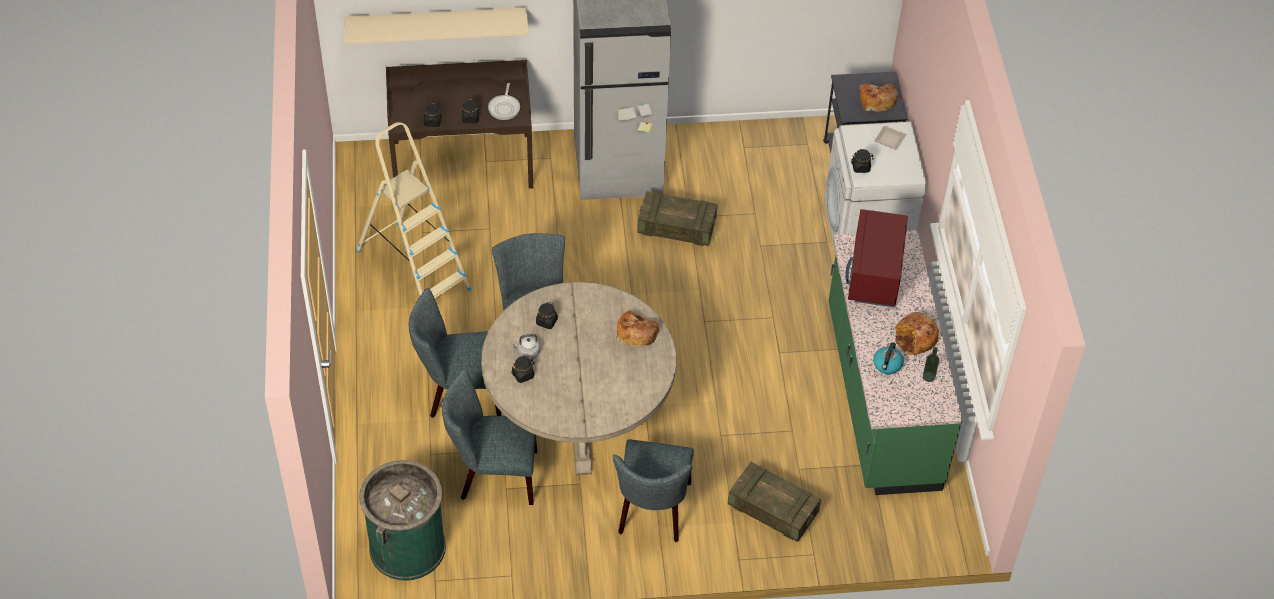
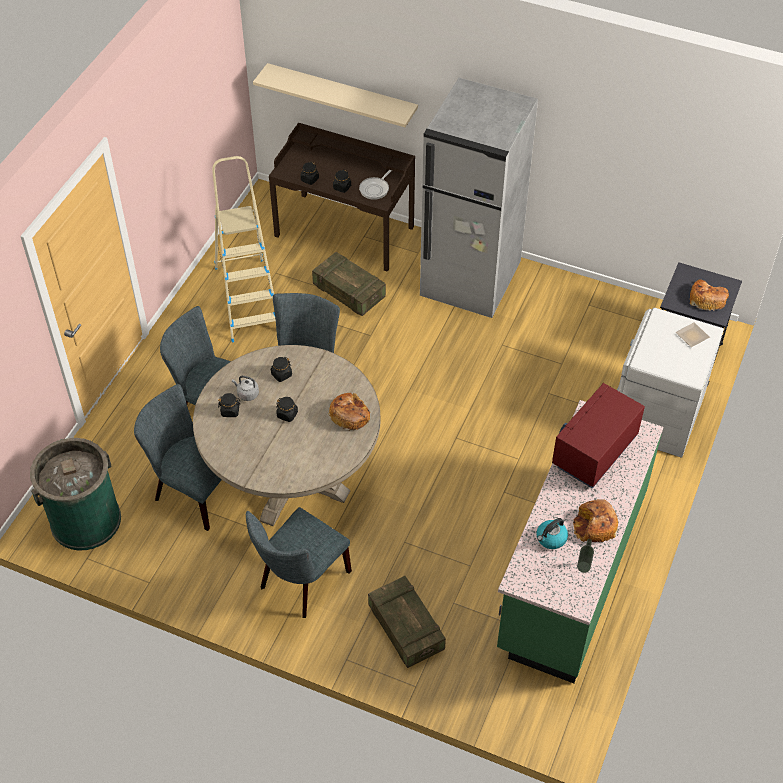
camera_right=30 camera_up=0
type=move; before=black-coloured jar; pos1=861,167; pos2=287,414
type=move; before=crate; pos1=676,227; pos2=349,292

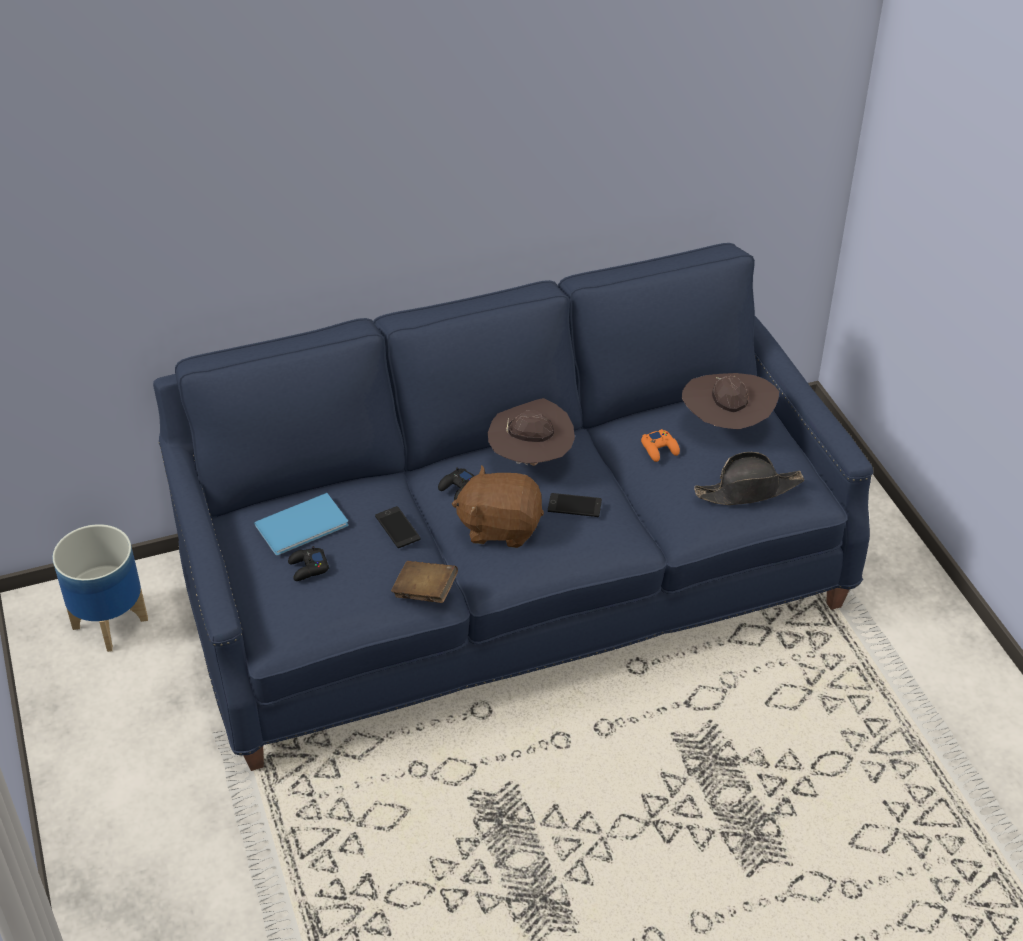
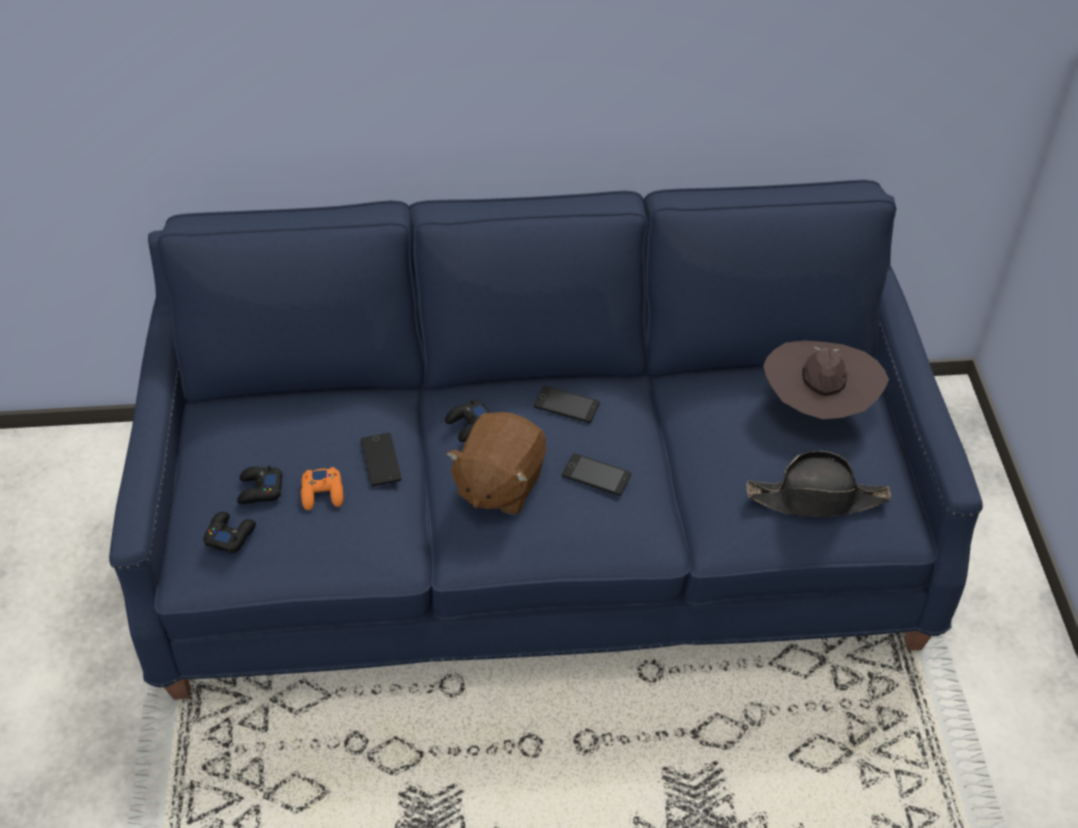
camera_right=15 camera_up=5
type=replace; before=brown clothing hat; after=telephone; pos1=531,459; pos2=566,405
type=move; before=orange gamepad; pos1=660,449; pos2=323,493
type=rotate; before=brown plush toy; pos1=500,527; pos2=499,484; turn=-90
type=delete; before=bluish bound book; pos1=305,526
type=delete; before=plant pot; pos1=111,622
type=delete; before=brown bound book; pos1=425,592
type=insert; after=black-coloured gamepad; pos2=230,535

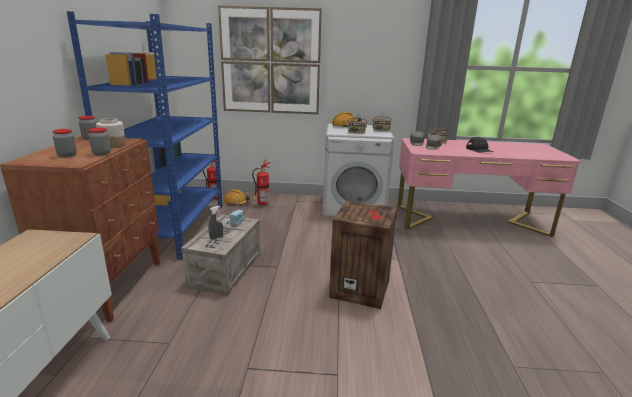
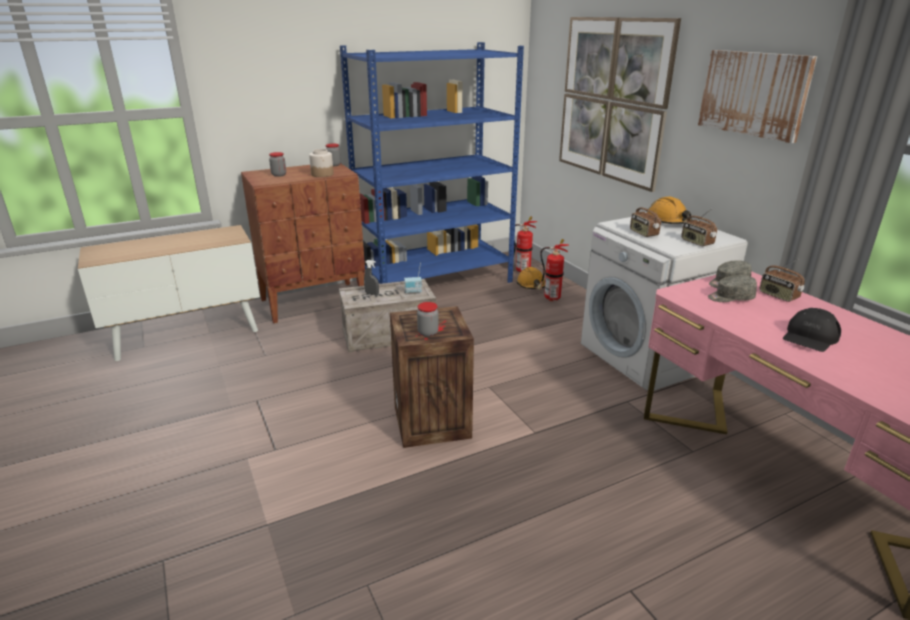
camera_right=60 camera_up=5
type=move; before=jar; pos1=101,153; pos2=428,333
type=insert; after=wall art; pos2=753,94

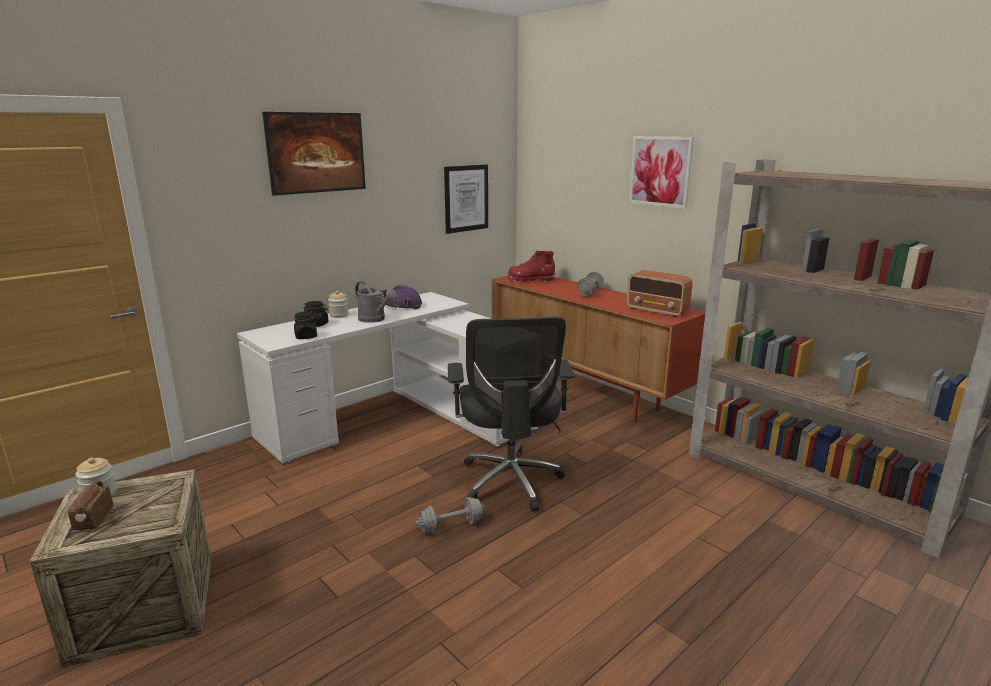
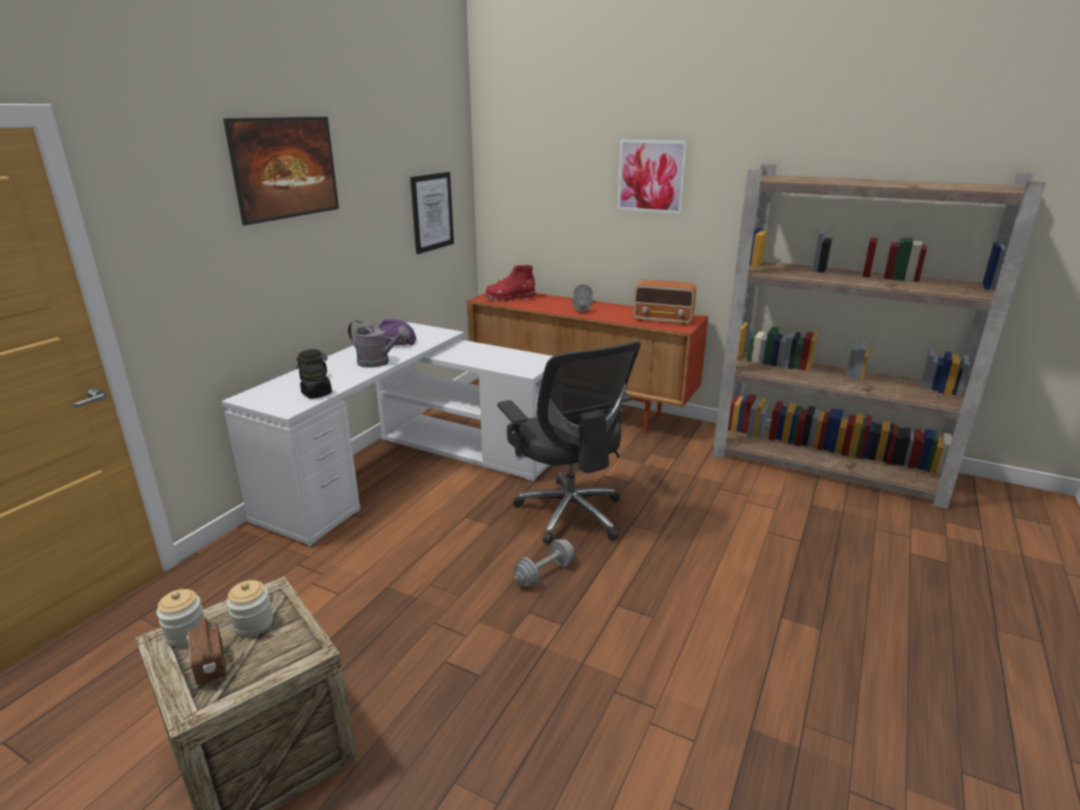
camera_right=-20 camera_up=5
type=move; before=jar; pos1=339,315; pos2=253,624

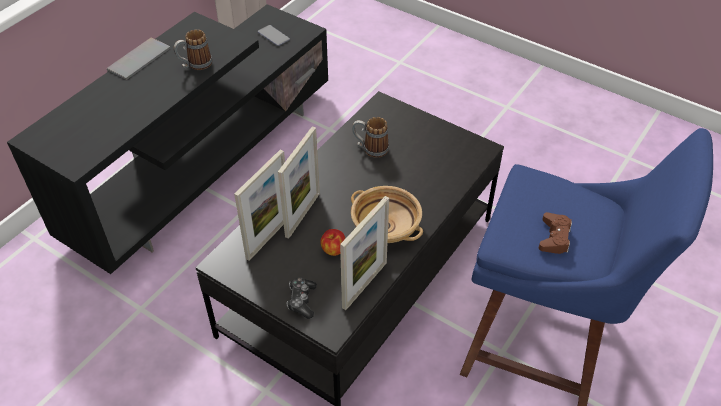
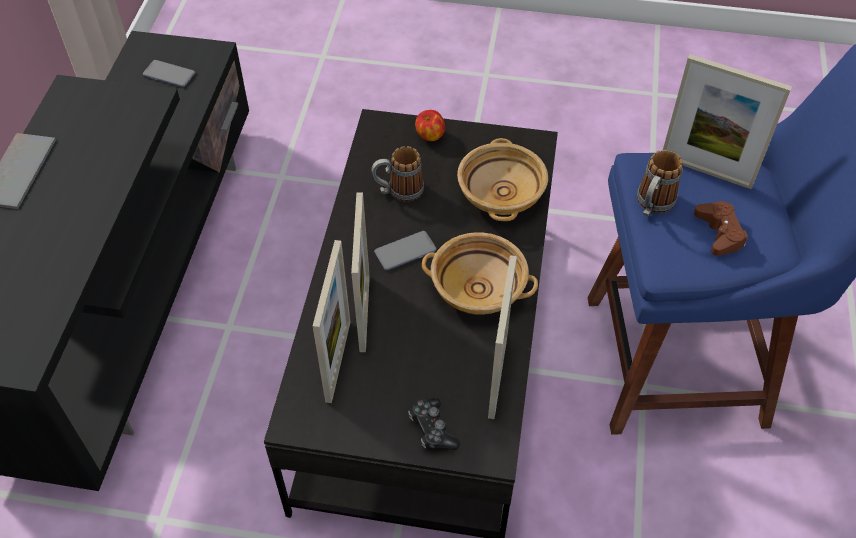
camera_right=-25 camera_up=5
type=move; before=tea mug; pos1=195,65; pos2=652,205
type=move; before=apple fruit; pos1=333,250; pos2=429,136
type=insert; after=picture frame; pos2=706,171
type=insert; after=sand-coloured bowl; pos2=500,193
type=insert; after=telephone; pos2=405,251

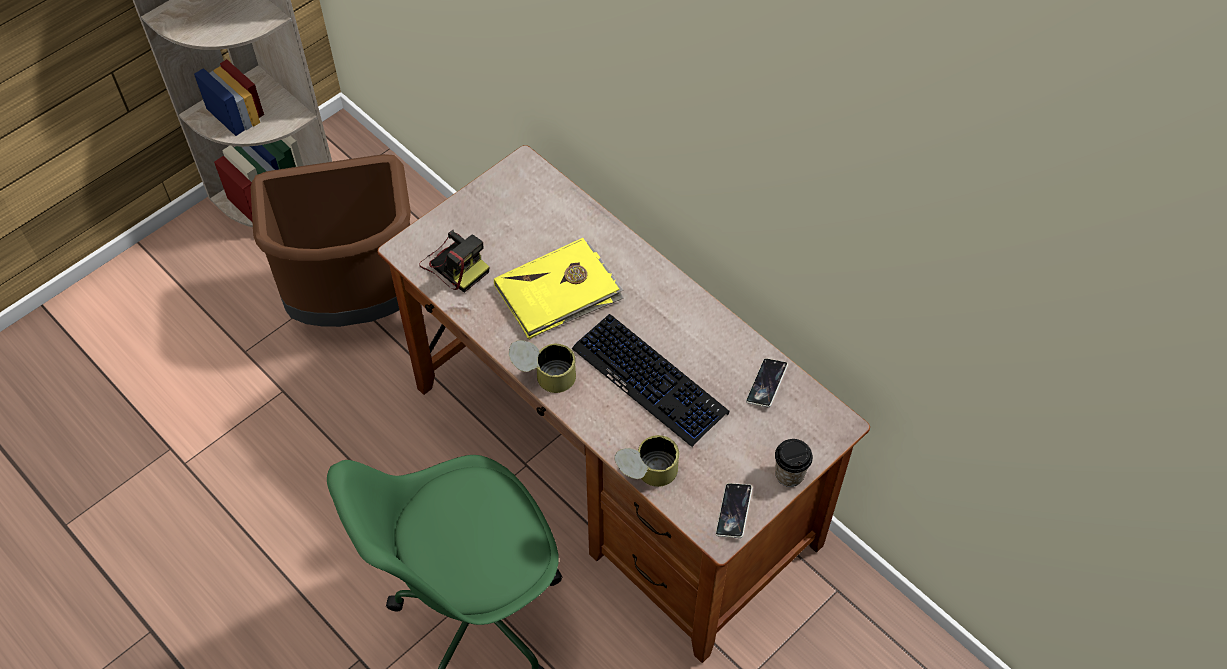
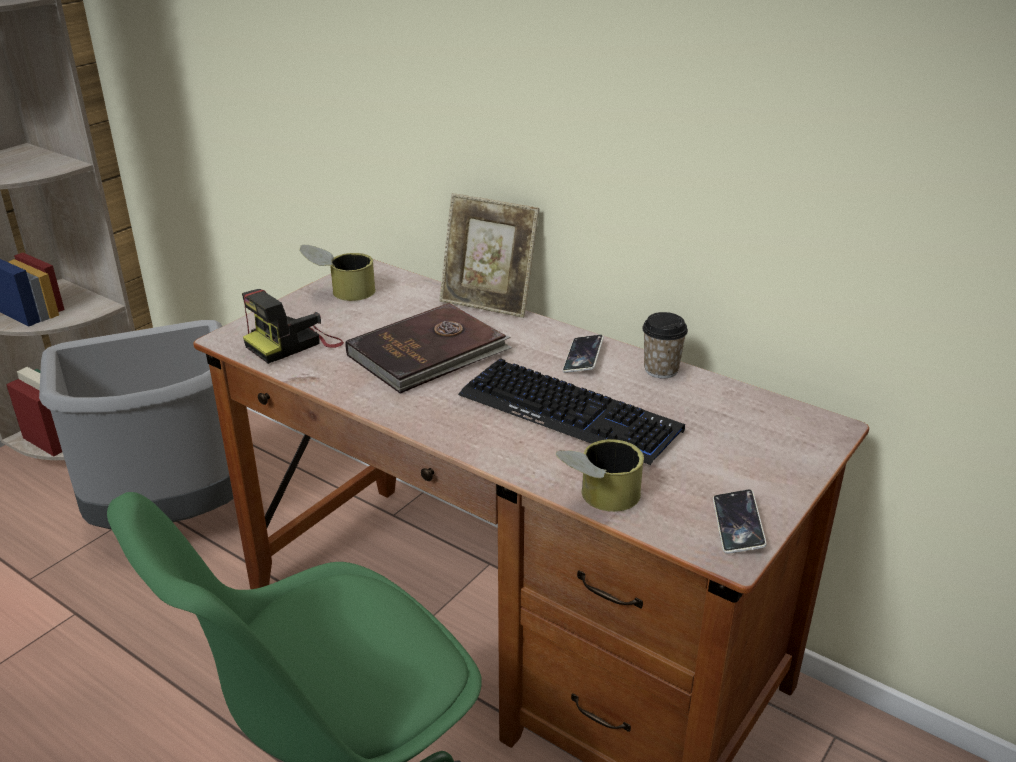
camera_right=-10 camera_up=-25
type=recolor; before=brown rubbish bin; after=grey rubbish bin; pos1=356,299; pos2=173,515
type=rotate; before=still camera; pos1=455,264; pos2=294,343; turn=105
type=recolor; before=yellow bound book; after=brown bound book; pos1=559,292; pos2=429,353
type=move; before=sealed can; pos1=544,376; pos2=340,292
type=move; before=telephone; pos1=766,384; pos2=583,357
type=move; before=drinking cup; pos1=789,474; pos2=661,370
type=insert; after=picture frame; pos2=488,302

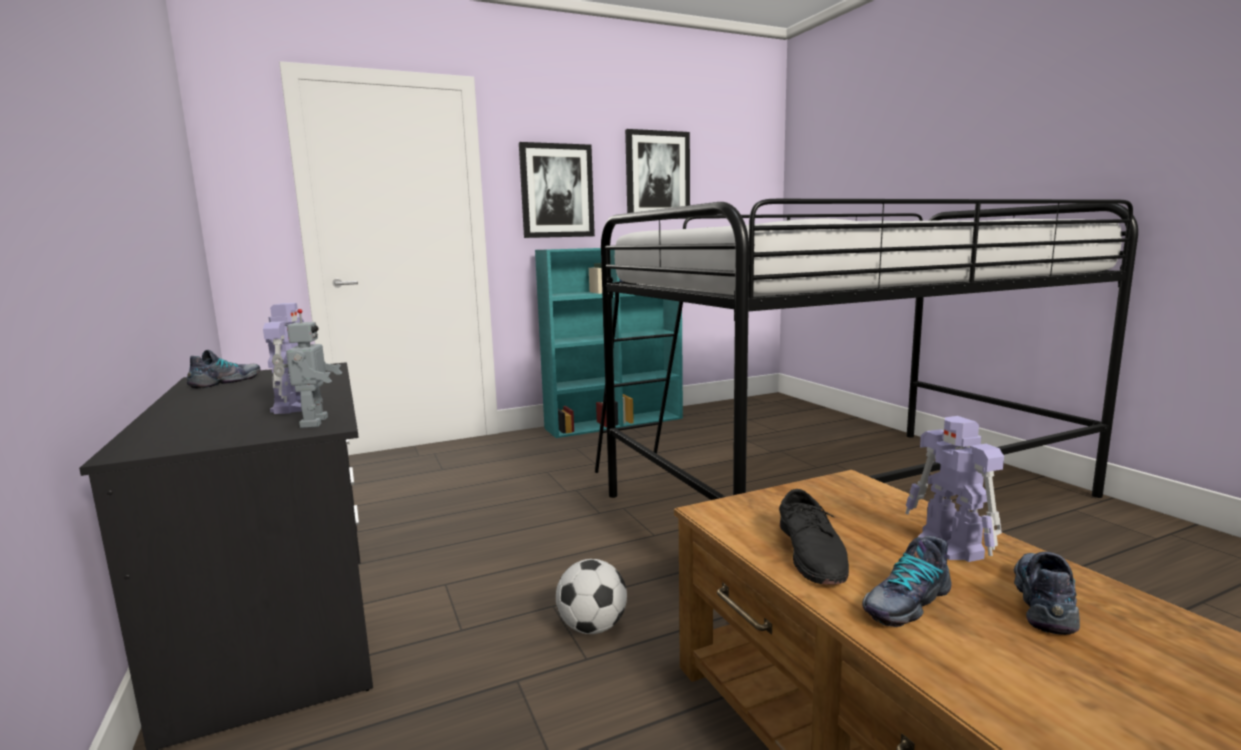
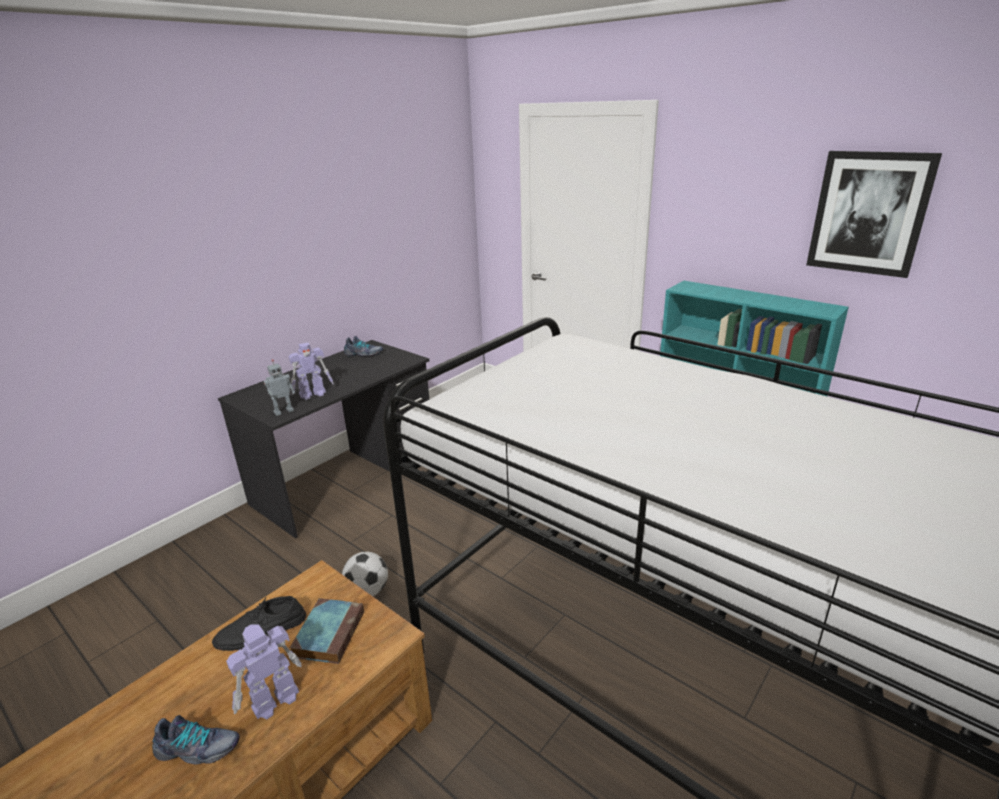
camera_right=65 camera_up=15
type=delete; before=wall art; pos1=557,191
type=delete; before=shoe; pos1=905,602
type=insert; after=bound book; pos2=329,633

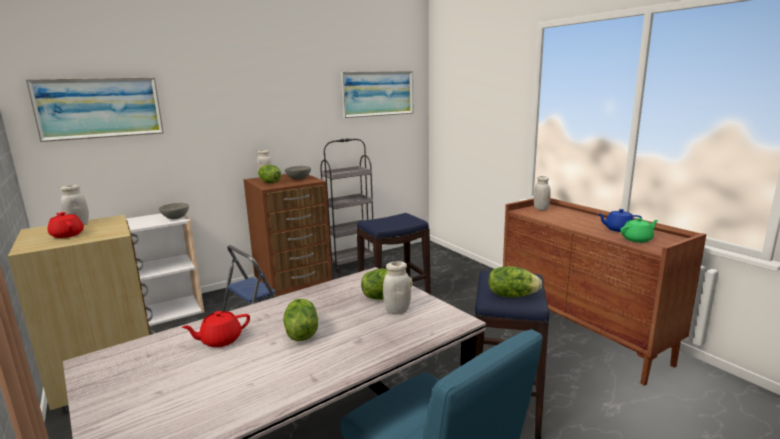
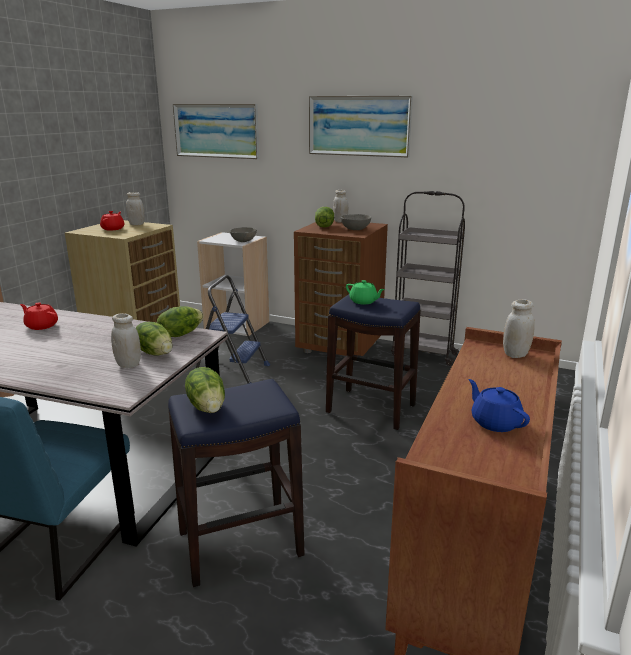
camera_right=55 camera_up=5
type=move; before=wall art; pos1=378,93; pos2=359,126
type=move; before=green teapot; pos1=637,239; pos2=363,301
type=move; before=head of lettuce; pos1=301,333; pos2=180,334

